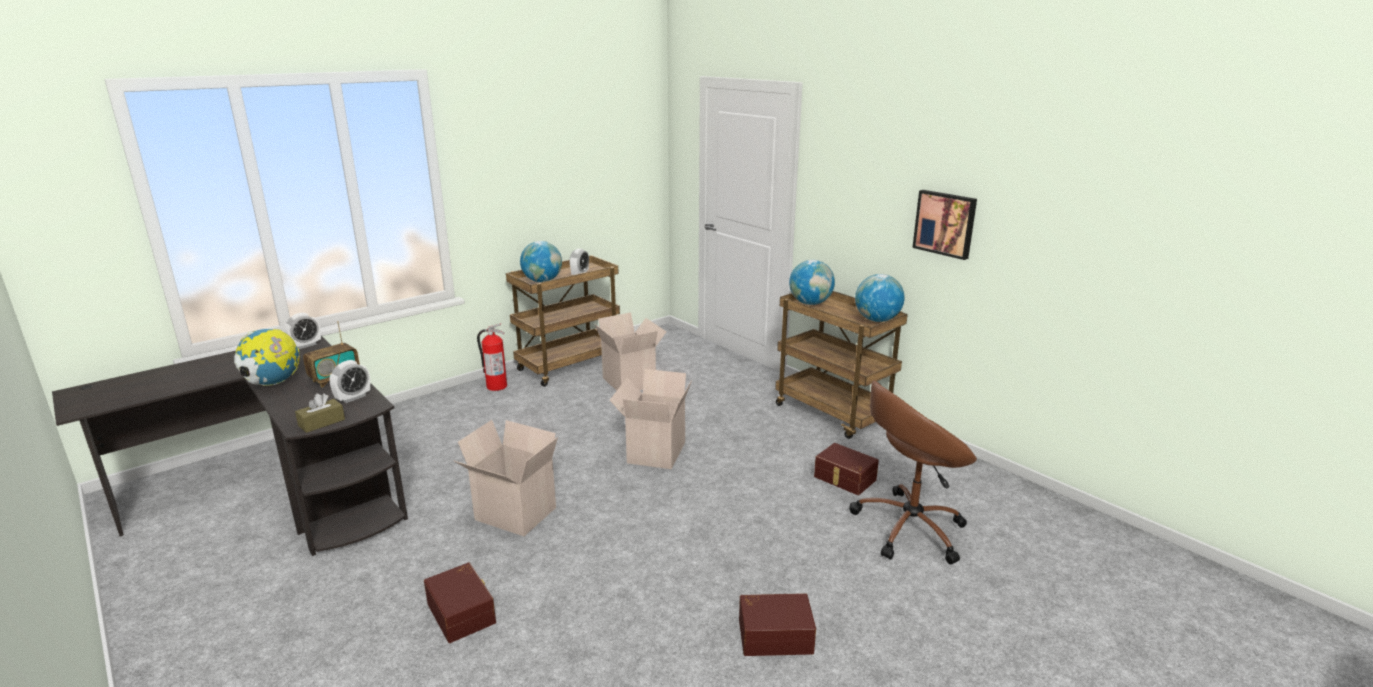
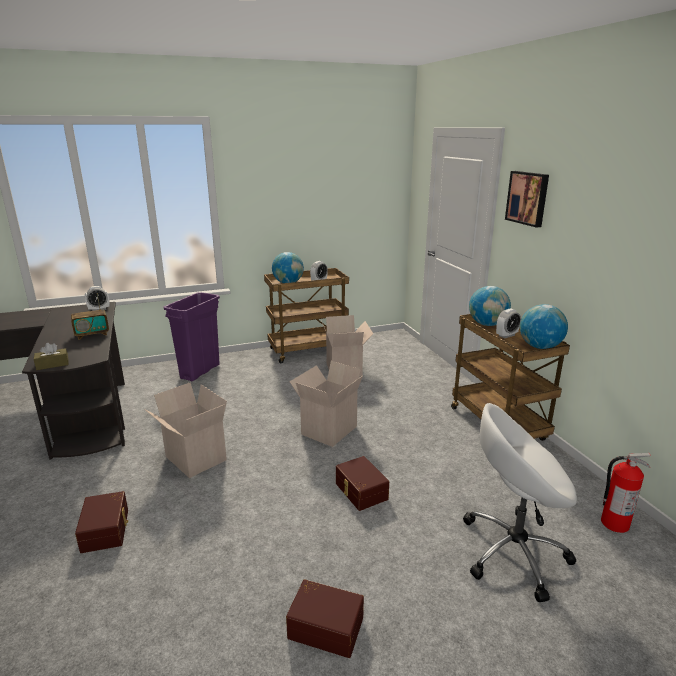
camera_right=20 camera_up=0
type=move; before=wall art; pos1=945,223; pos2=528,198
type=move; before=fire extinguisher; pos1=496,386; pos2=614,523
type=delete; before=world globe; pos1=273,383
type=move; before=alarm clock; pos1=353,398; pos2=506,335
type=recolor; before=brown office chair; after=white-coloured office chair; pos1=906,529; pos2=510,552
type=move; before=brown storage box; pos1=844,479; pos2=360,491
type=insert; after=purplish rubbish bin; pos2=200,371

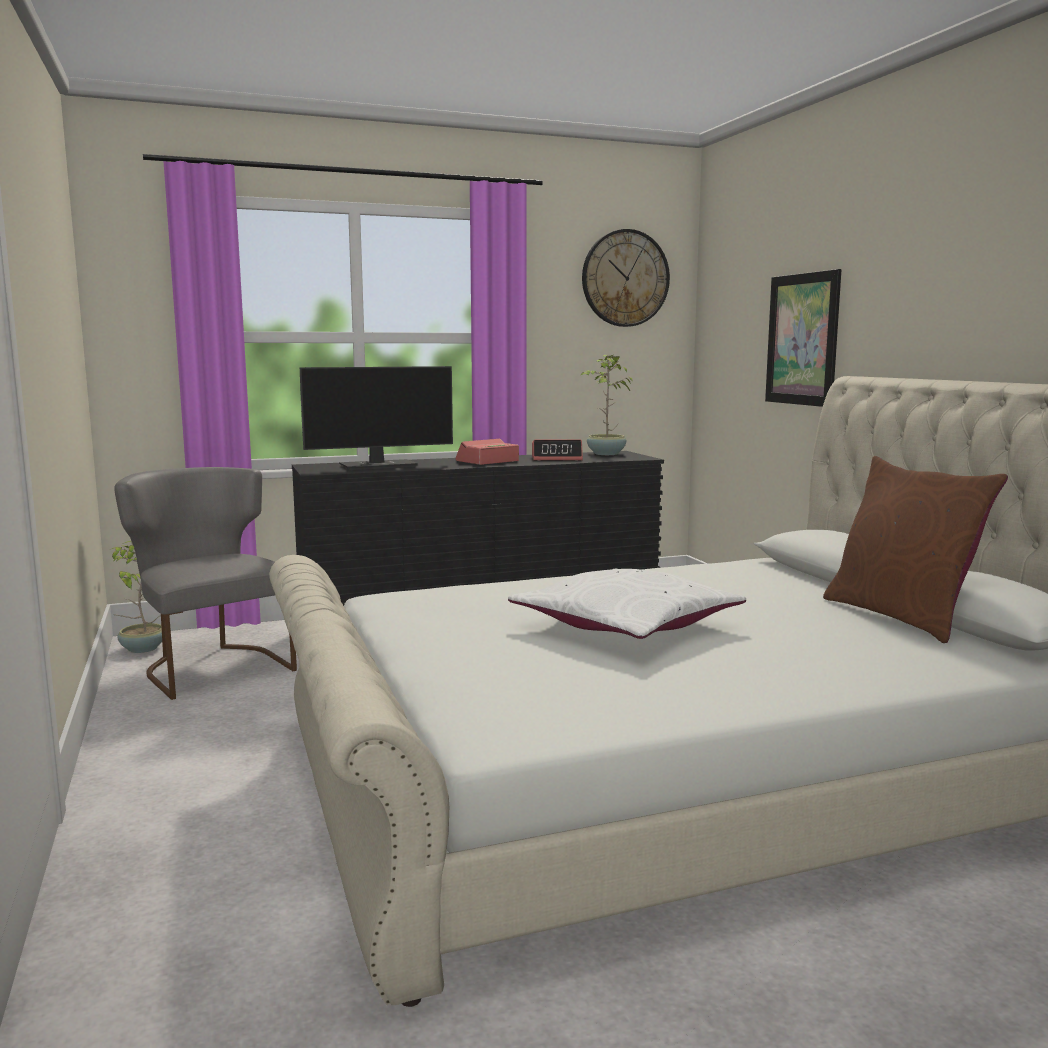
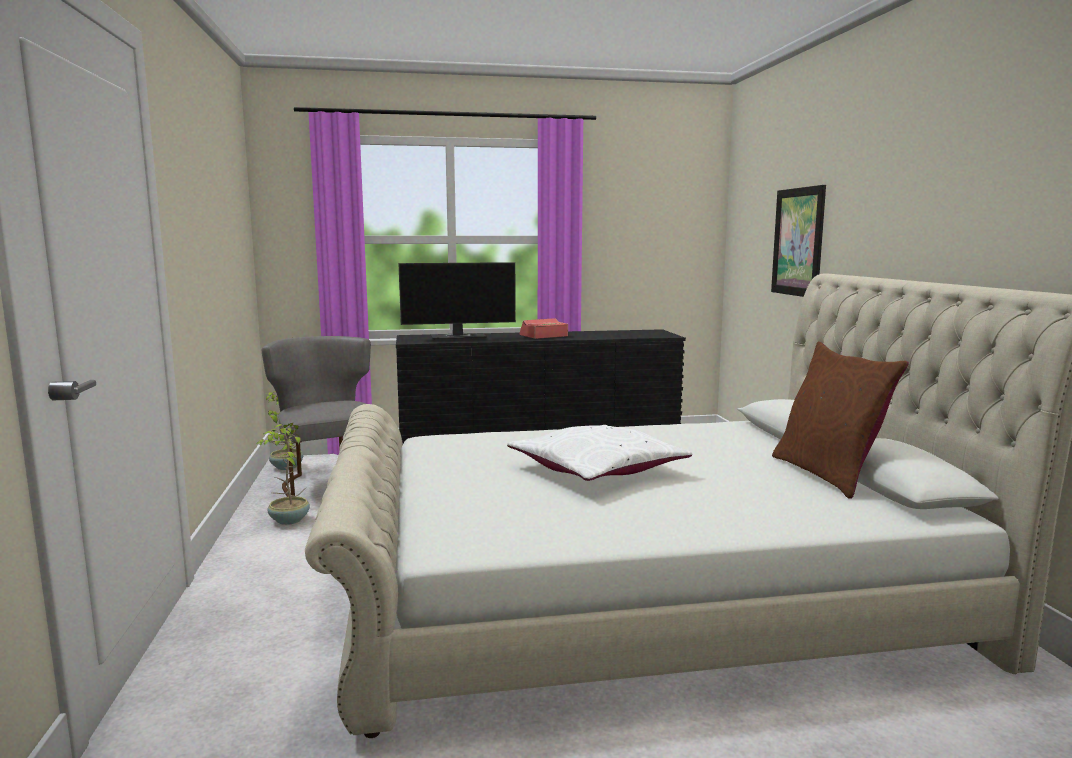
camera_right=10 camera_up=0
type=delete; before=clock on the wall; pos1=625,278
type=move; before=potted plant; pos1=605,454; pos2=288,520
type=delete; before=alarm clock; pos1=557,459

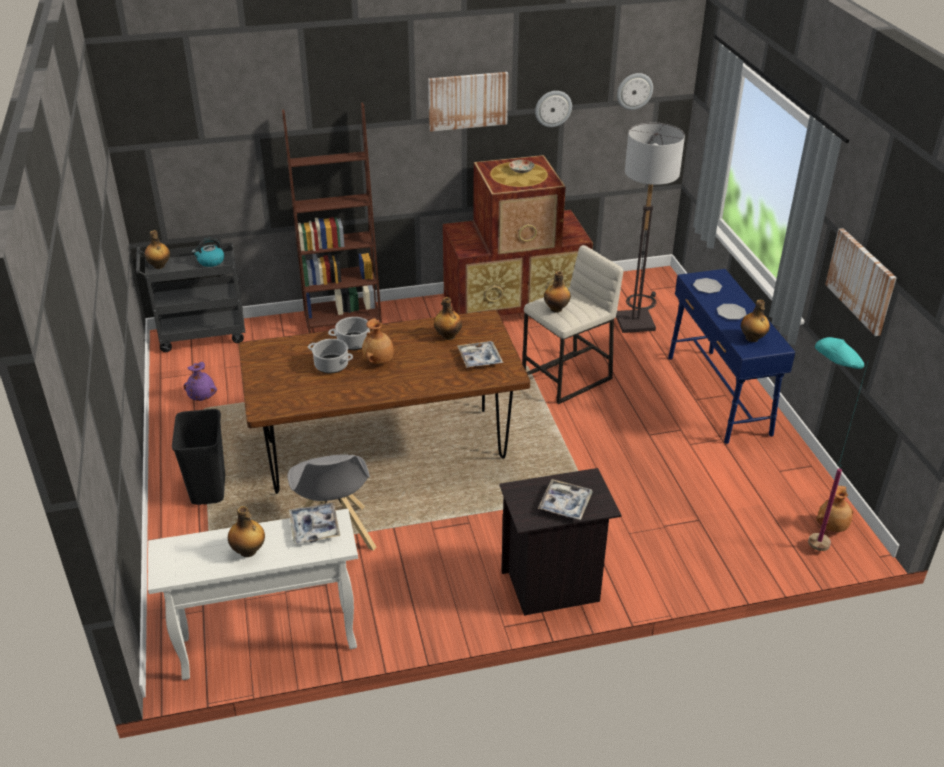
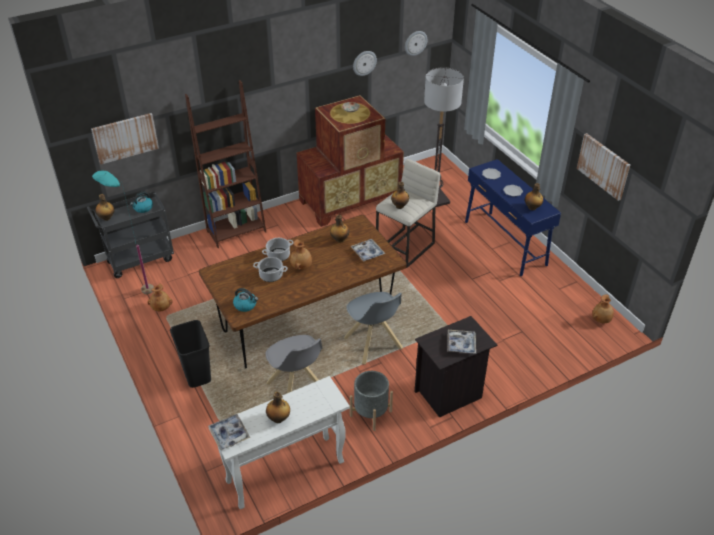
camera_right=-15 camera_up=5
type=move; before=wall art; pos1=467,101; pos2=125,137
type=move; before=blue-green standing lamp; pos1=799,541; pos2=138,290
type=recolor; before=purplish vase; after=brown vase; pos1=202,397; pos2=161,307
type=move; before=serving tray; pos1=314,527; pos2=229,434
type=insert; after=tea kettle; pos2=245,305
type=insert; after=grey upright chair; pos2=373,344
type=insert; after=grey plant pot; pos2=371,413

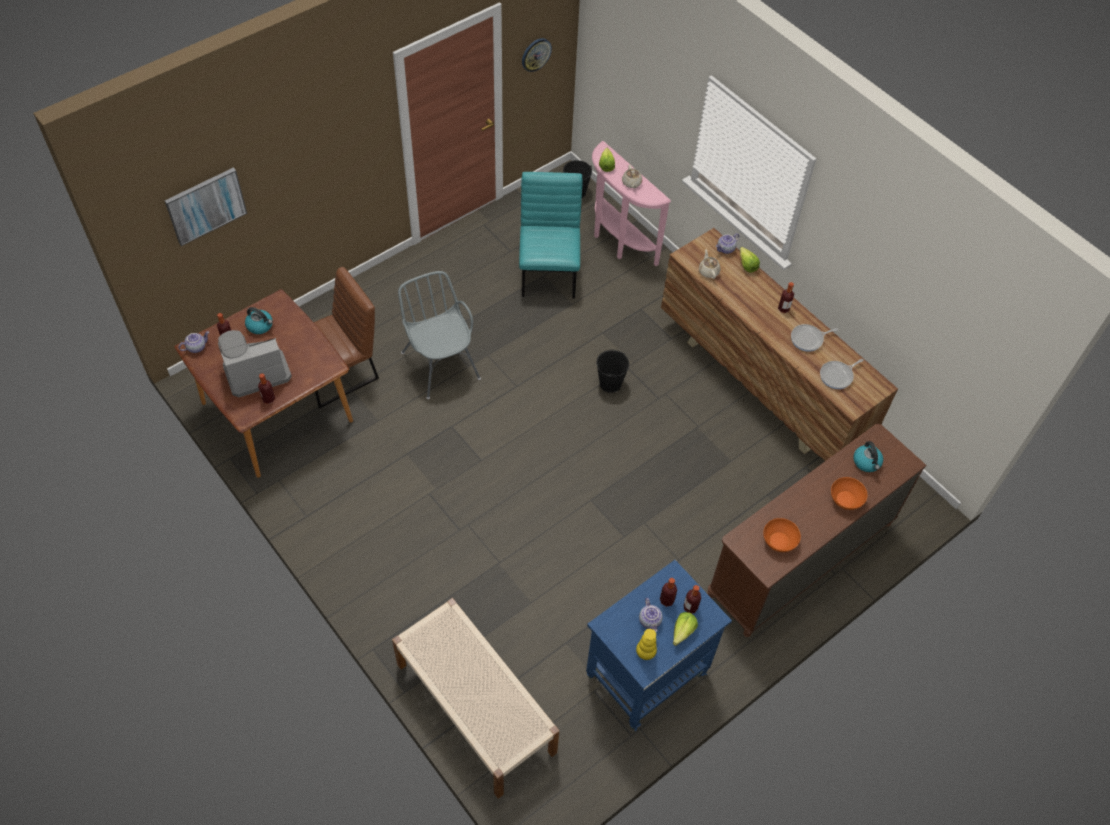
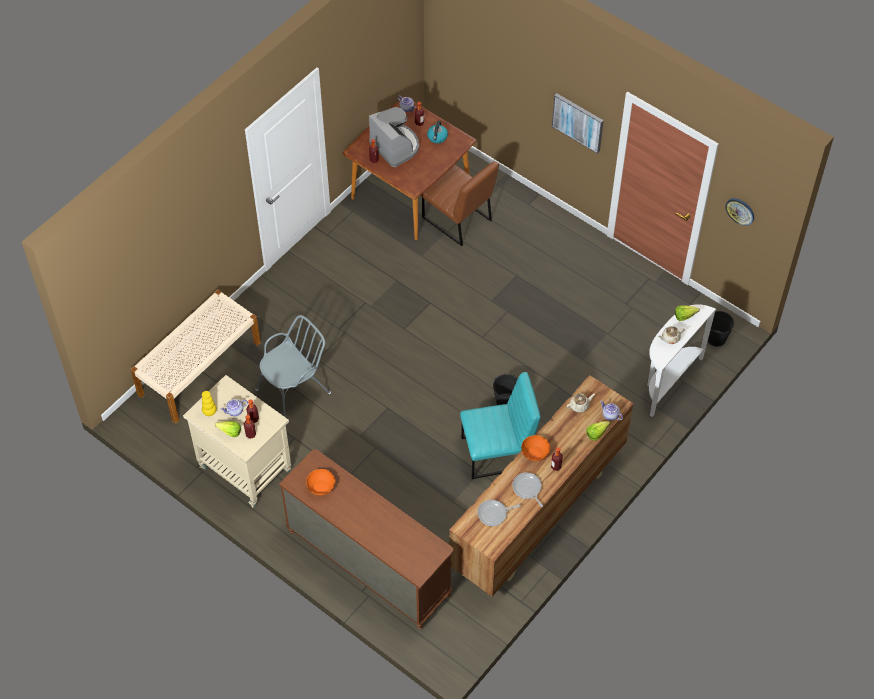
camera_right=80 camera_up=0
type=recolor; before=pinkish narrow table; after=white-coloured narrow table; pos1=618,241; pos2=668,381
type=move; before=wall art; pos1=206,205; pos2=578,122
type=move; before=blue-green upright chair; pos1=549,271; pos2=497,453
type=move; before=grey upright chair; pos1=439,362; pos2=295,389
type=rotate; before=pan; pos1=837,376; pos2=494,514; turn=-60
type=delete; before=tea kettle; pos1=867,462
type=move; before=orange bowl; pos1=845,499; pos2=535,453
type=recolor; before=bluish trolley; after=sand-coloured trolley; pos1=645,675; pos2=244,468

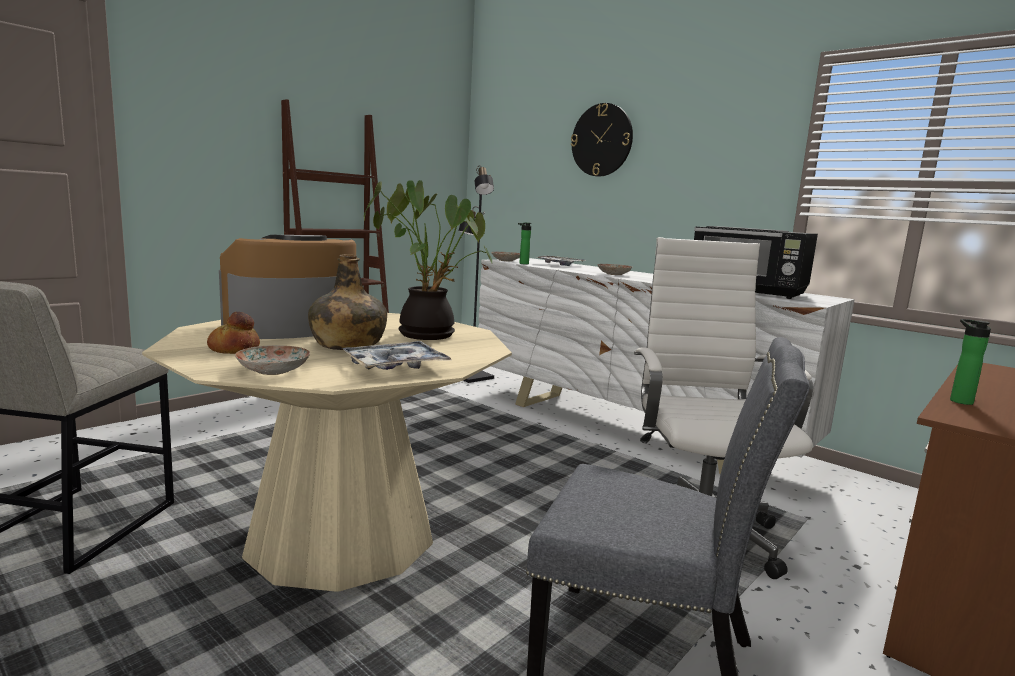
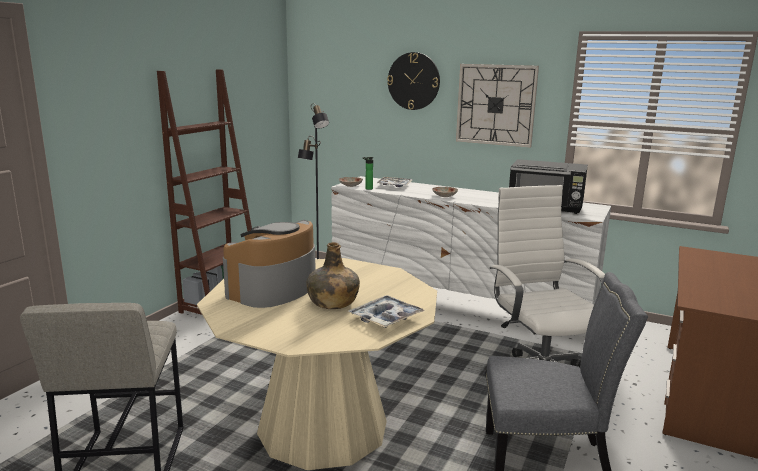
camera_right=-15 camera_up=5
type=delete; before=potted plant; pos1=429,334
type=delete; before=bread; pos1=233,349
type=delete; before=drink bottle; pos1=958,401
type=delete; before=dinner plate; pos1=274,370
type=insert; after=clock on the wall; pos2=496,105

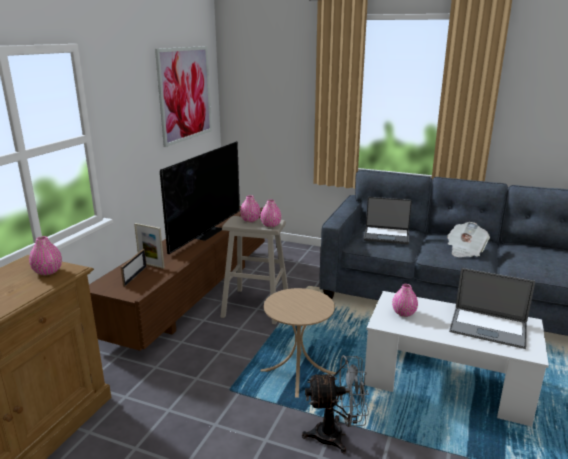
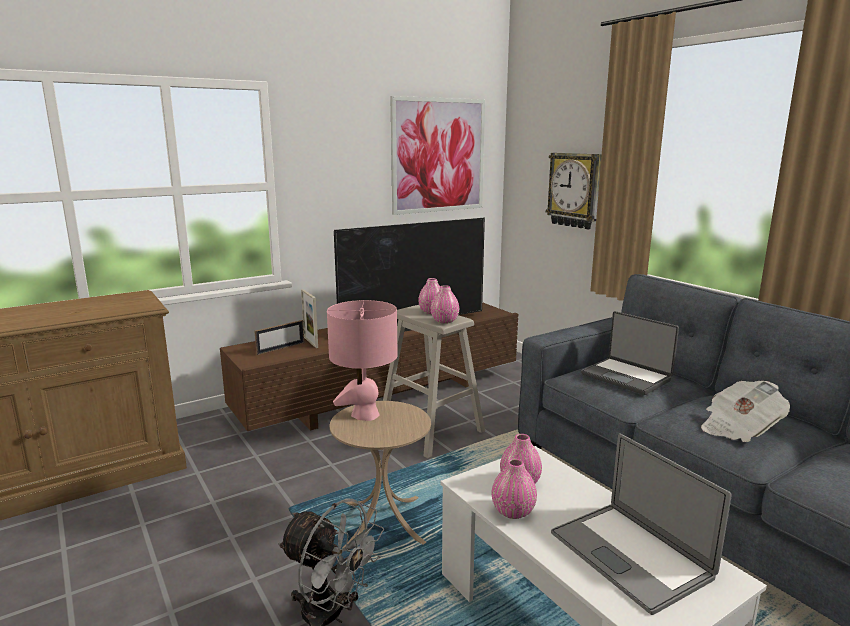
camera_right=35 camera_up=-5
type=move; before=pinkish vase; pos1=48,272; pos2=513,511
type=insert; after=clock on the wall; pos2=575,190
type=insert; after=pinkish table lamp; pos2=365,414

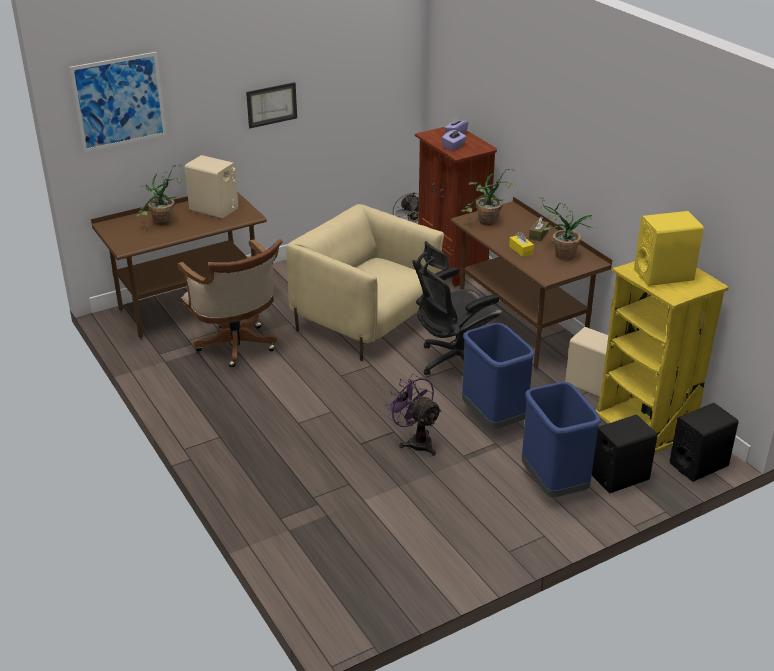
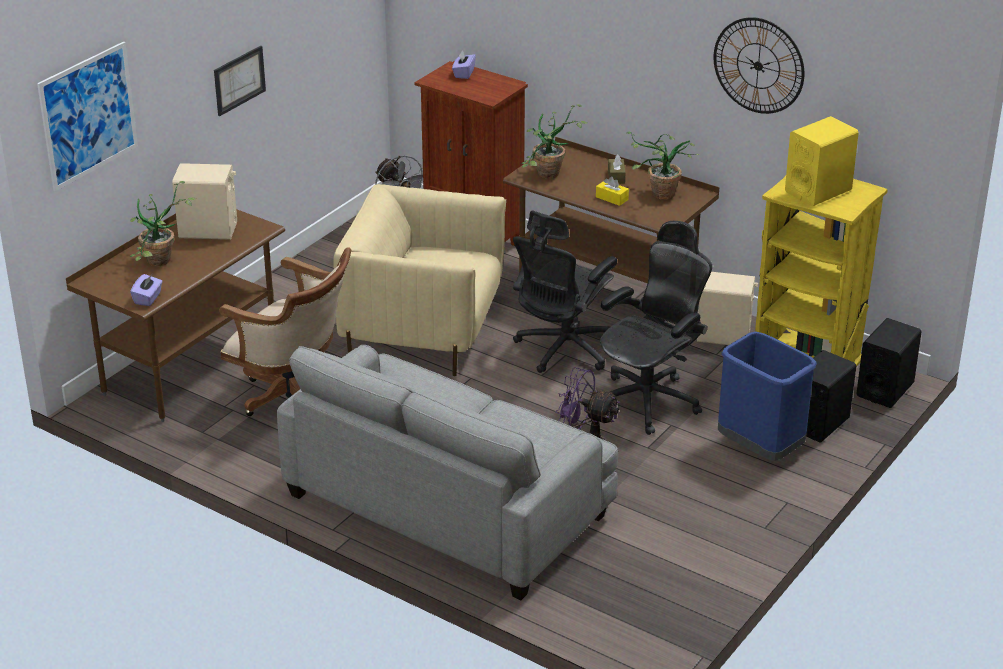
camera_right=-25 camera_up=0
type=move; before=purplish tissue box; pos1=454,146; pos2=148,299
type=replace; before=bluish rubbish bin; after=office chair; pos1=494,418; pos2=650,399
type=insert; after=clock on the wall; pos2=758,65
type=insert; after=grey sofa; pos2=447,505

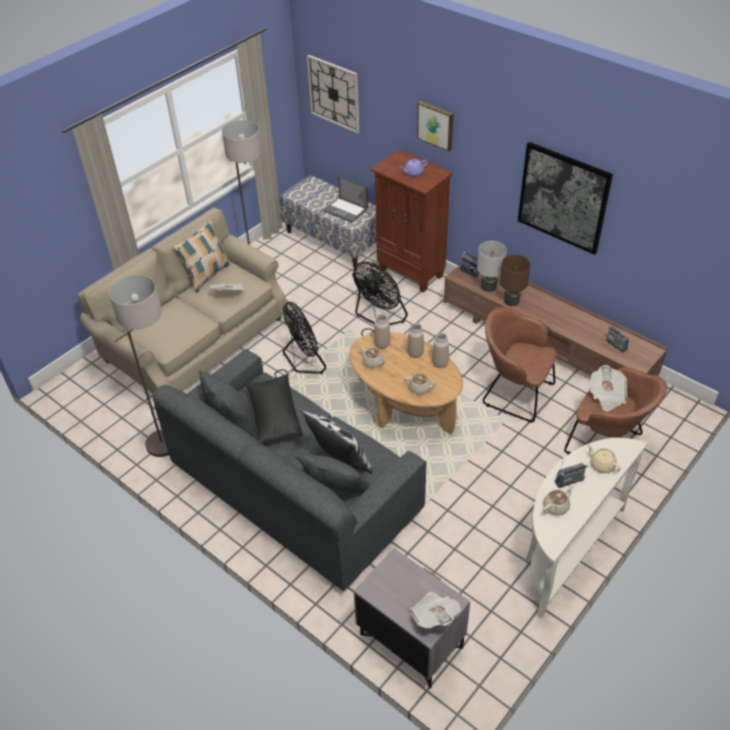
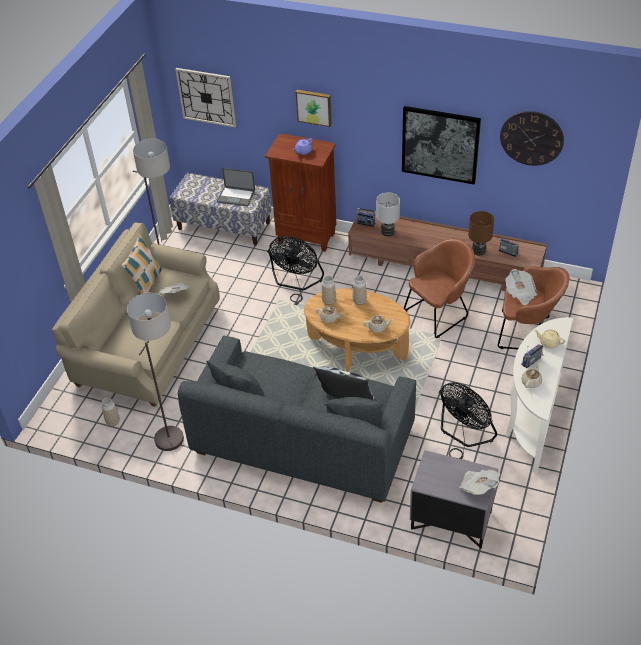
camera_right=-20 camera_up=0
type=move; before=brown table lamp; pos1=511,301; pos2=478,251
type=move; before=black-coloured electric fan; pos1=298,360; pos2=461,435
type=rotate; before=brown easy chair; pos1=514,393; pos2=439,313; turn=135
type=move; before=vase; pos1=440,363; pos2=113,422
type=delete; before=black-coloured cushion; pos1=274,416
type=insert; after=clock on the wall; pos2=531,138

